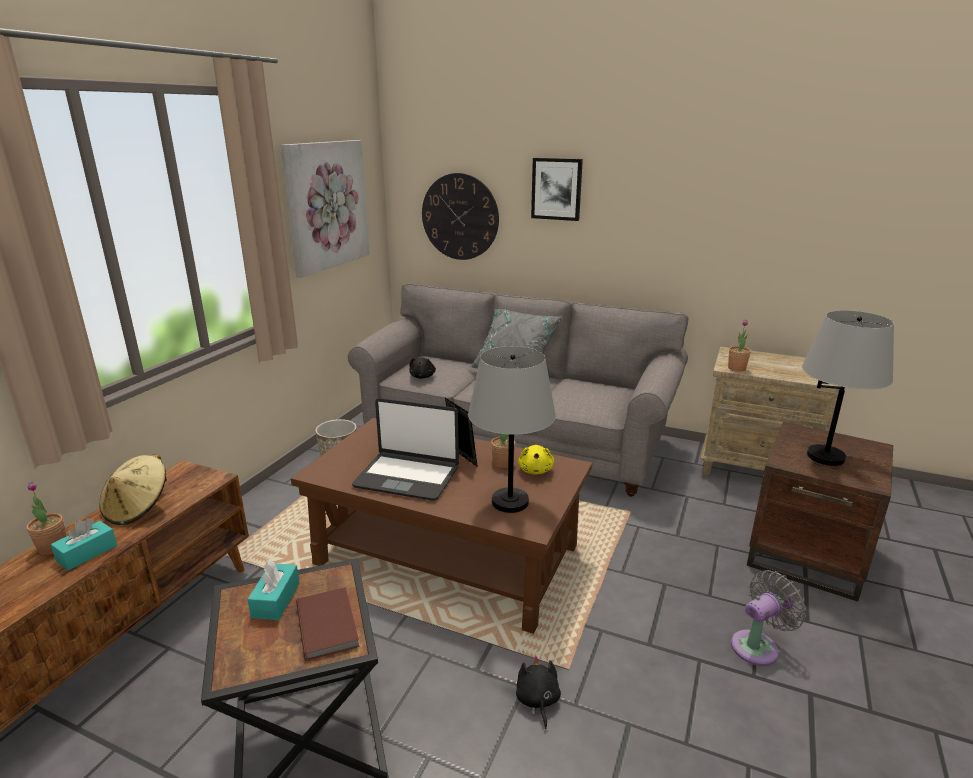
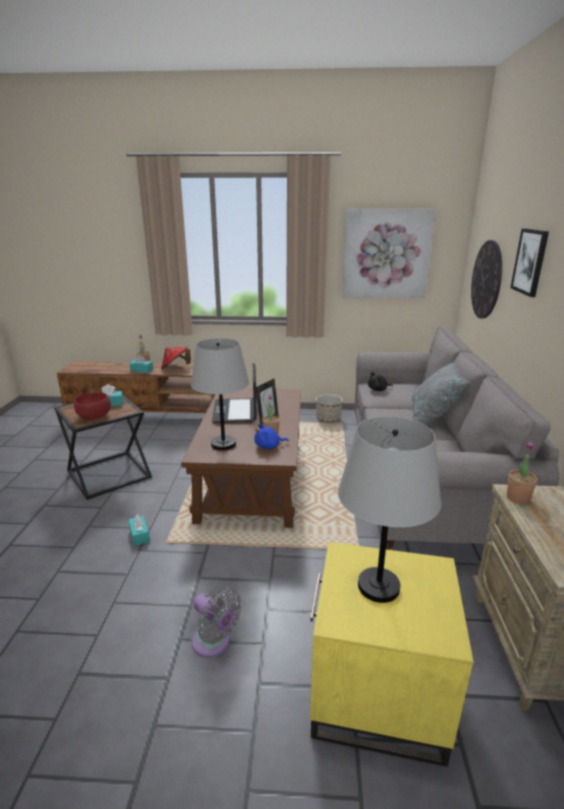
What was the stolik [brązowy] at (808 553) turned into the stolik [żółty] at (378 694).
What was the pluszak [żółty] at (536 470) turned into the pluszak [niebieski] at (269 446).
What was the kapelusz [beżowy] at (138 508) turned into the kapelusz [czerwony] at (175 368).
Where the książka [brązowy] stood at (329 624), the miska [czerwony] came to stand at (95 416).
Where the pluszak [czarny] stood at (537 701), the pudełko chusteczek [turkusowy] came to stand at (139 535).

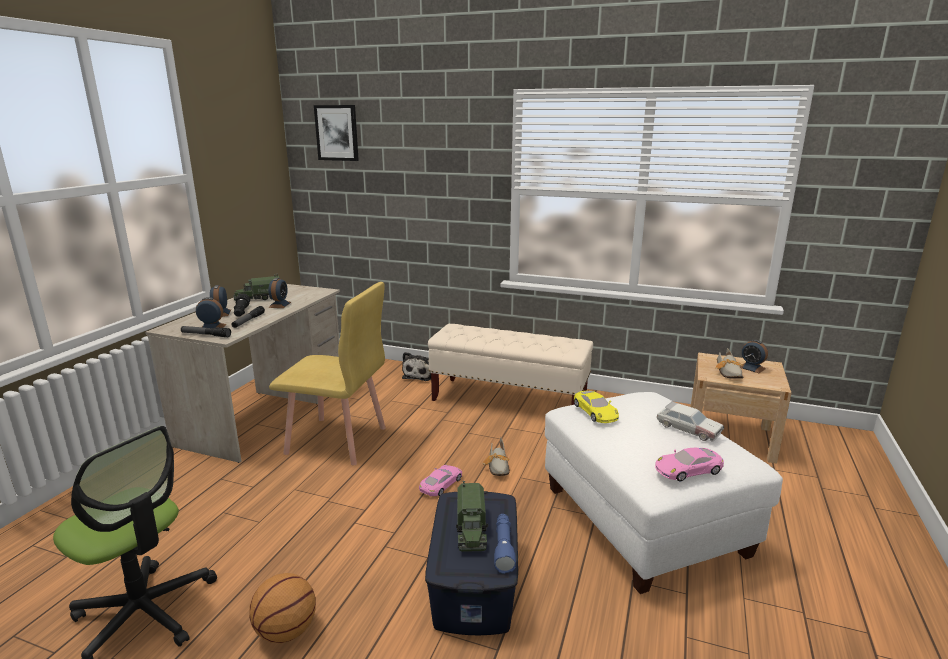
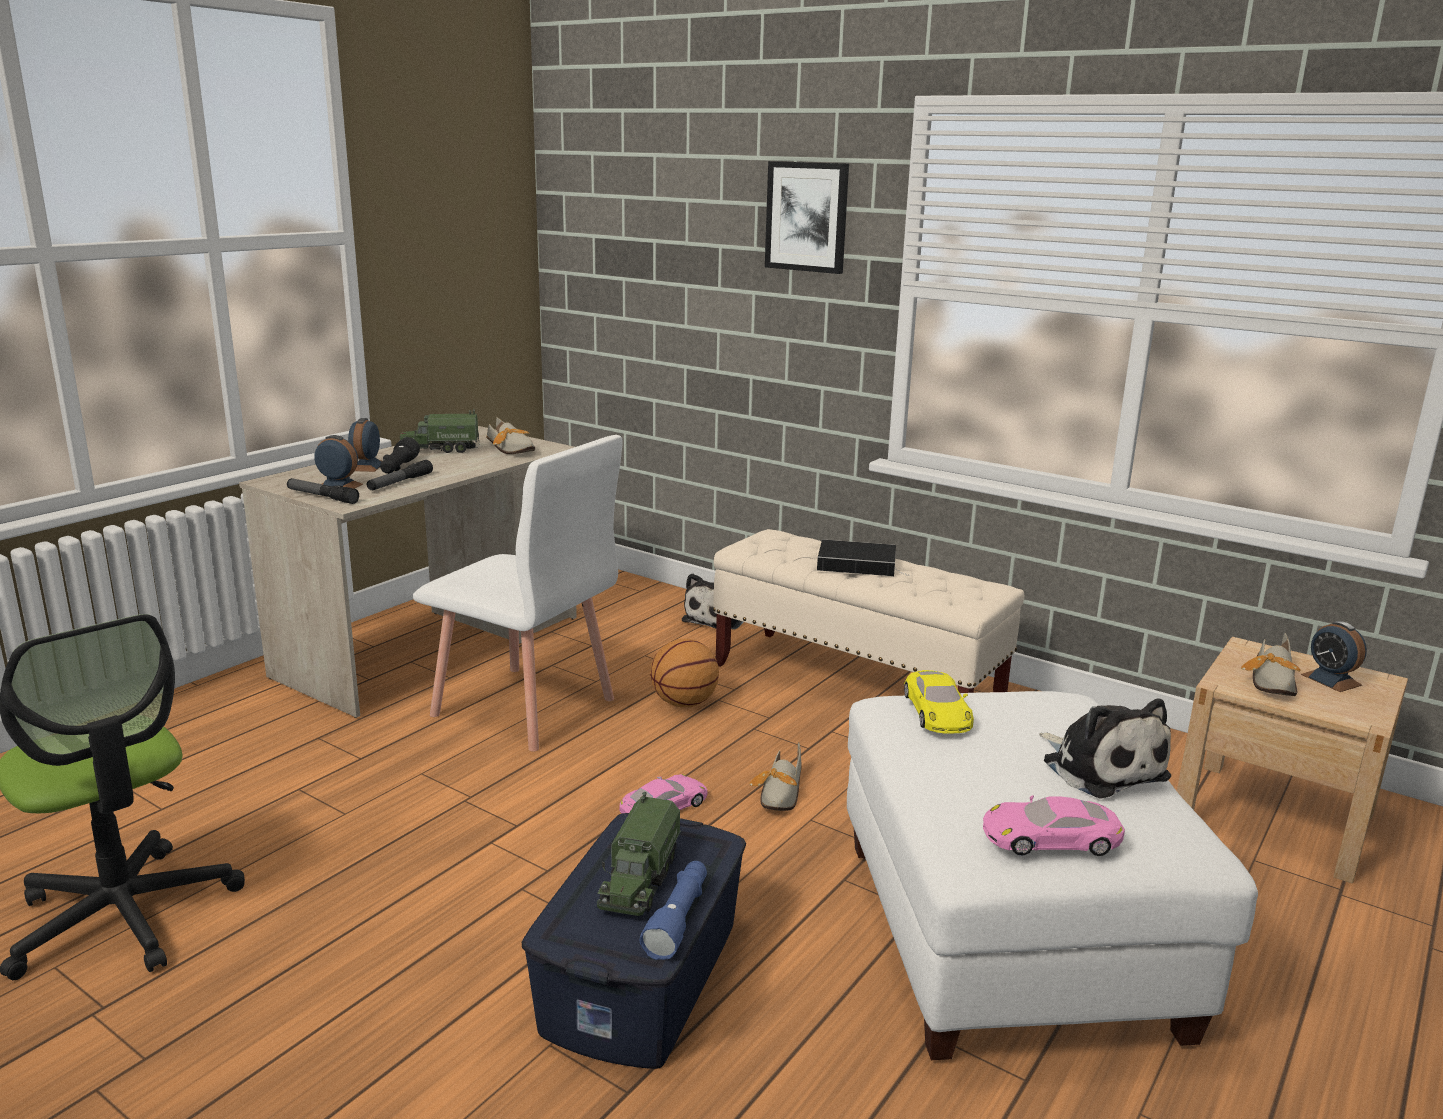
The obraz ended up elsewhere, having gone from (337 133) to (807 217).
The second view lost the budzik at (279 305).
What was the krzesło [żółty] at (337 441) turned into the krzesło [biały] at (524 708).
Where the samochodzik stood at (688 428), the pluszak came to stand at (1100 767).
The piłka do koszykówki ended up elsewhere, having gone from (286 631) to (684 703).
The second view gained the but at (512 449).
The second view gained the książka at (859 564).

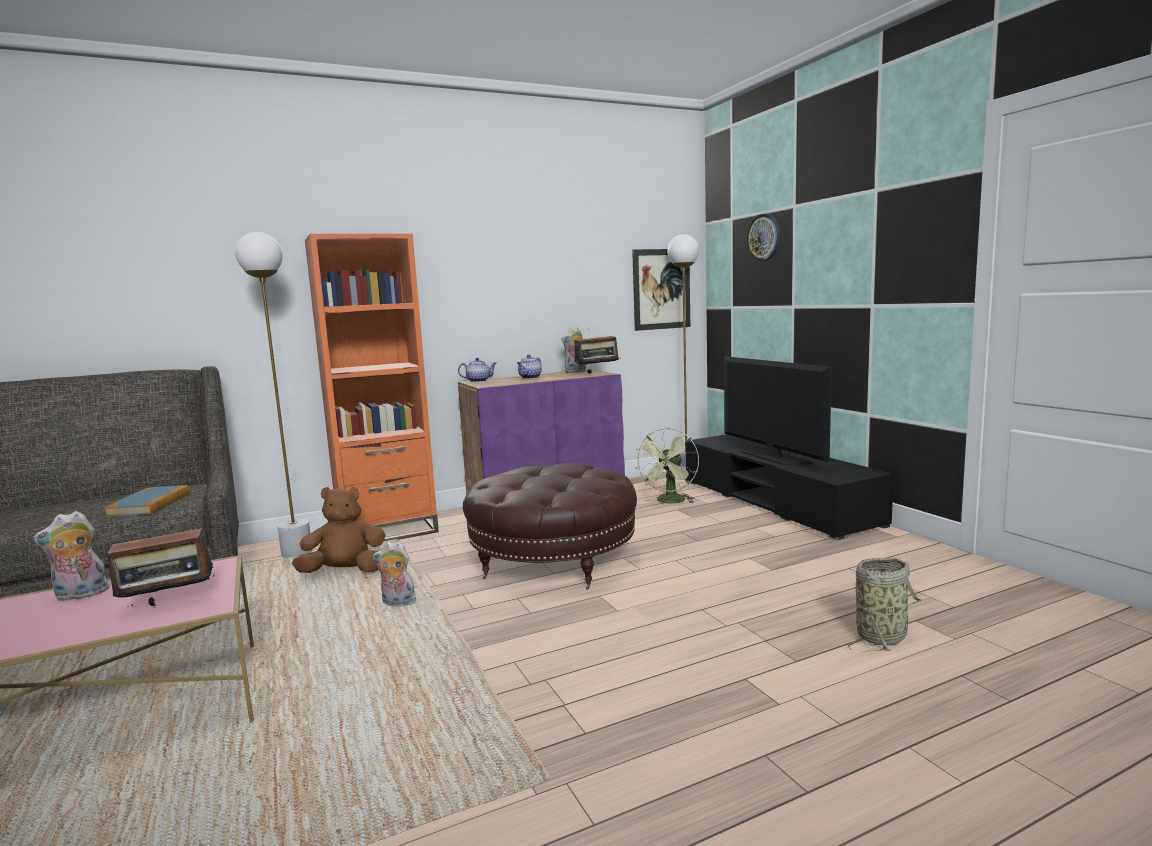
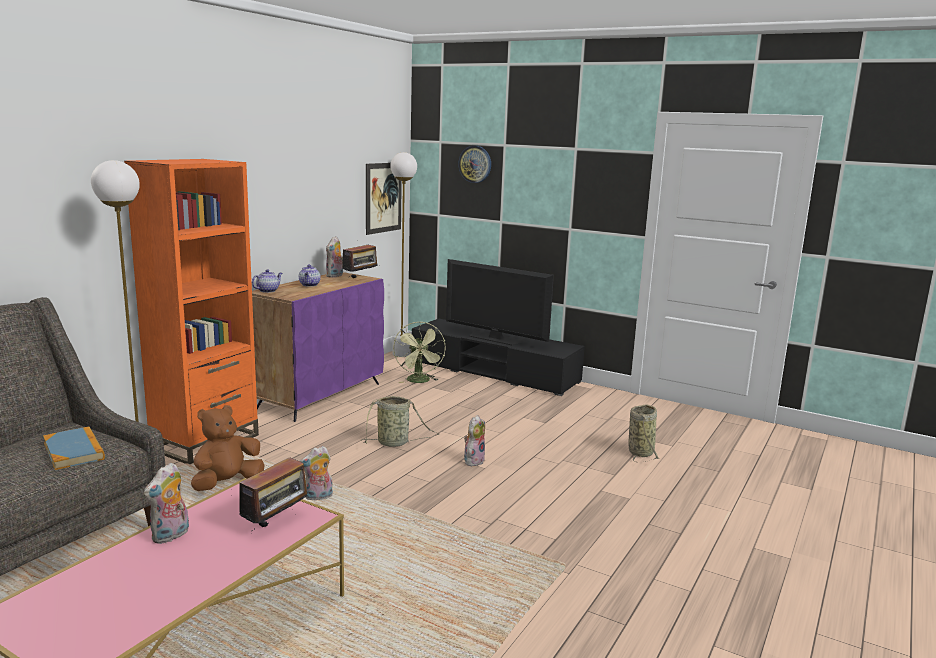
Where the pufa [brązowy] stood at (553 562), the koszyk came to stand at (395 443).
The second view gained the pluszak at (473 460).

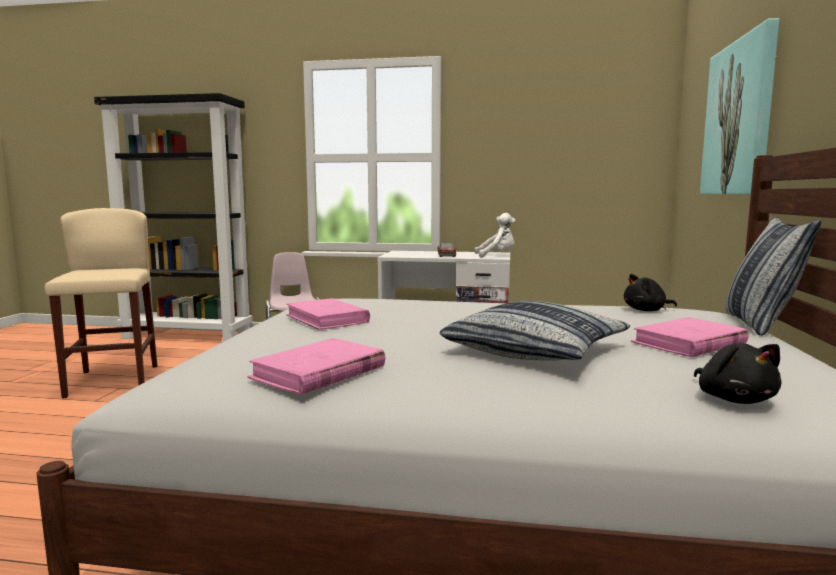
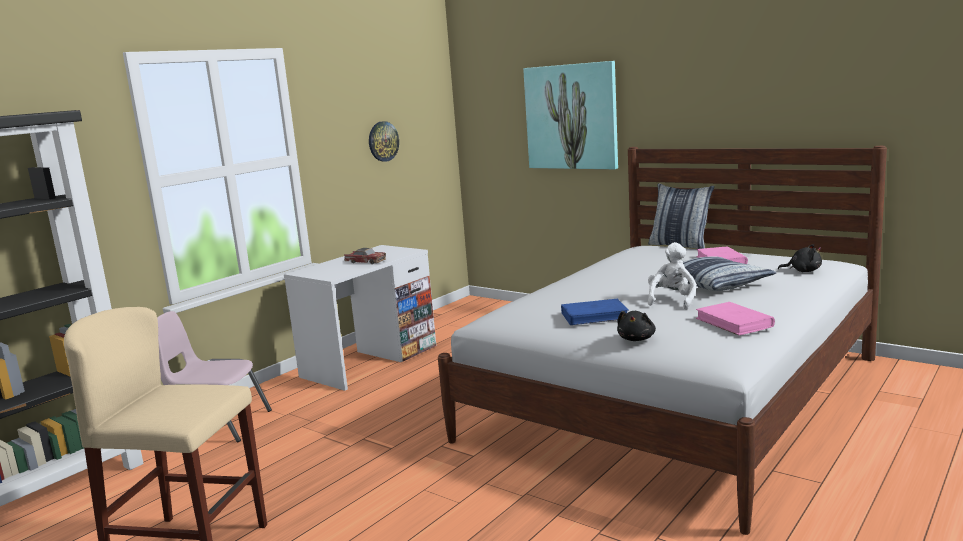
The pluszak [biały] ended up elsewhere, having gone from (497 256) to (672 301).
The pluszak [czarny] ended up elsewhere, having gone from (646 310) to (636 339).
What was the książka [różowy] at (327 319) turned into the książka [niebieski] at (595 316).
The second view gained the zegar ścienny at (383 141).

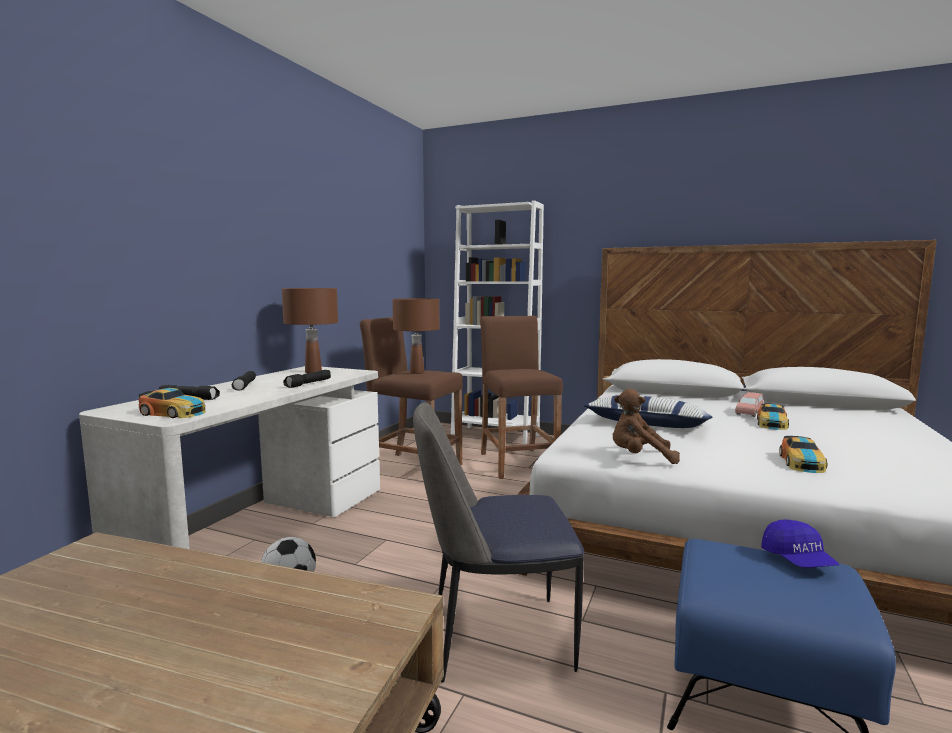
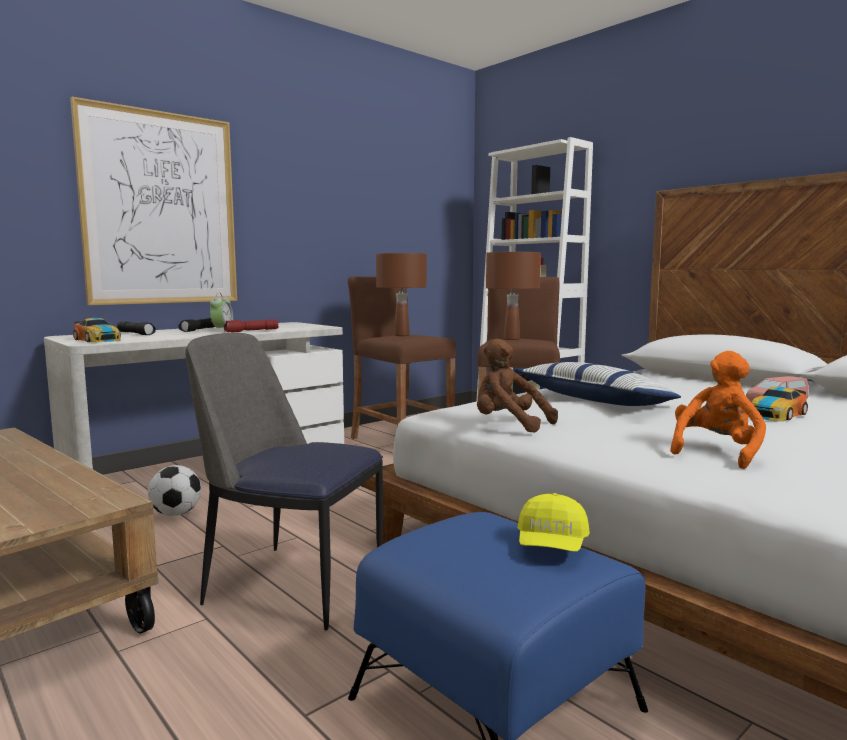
The lampa stołowa [brązowy] ended up elsewhere, having gone from (313 372) to (511 339).
What was the latarka [czarny] at (308 384) turned into the latarka [czerwony] at (251 331).
Where the samochodzik stood at (802 463), the pluszak [pomarańczowy] came to stand at (716 452).
What was the czapka z daszkiem [niebieski] at (798 561) turned into the czapka z daszkiem [żółty] at (551 545).
The second view gained the obraz at (160 209).
The second view gained the budzik at (222 330).

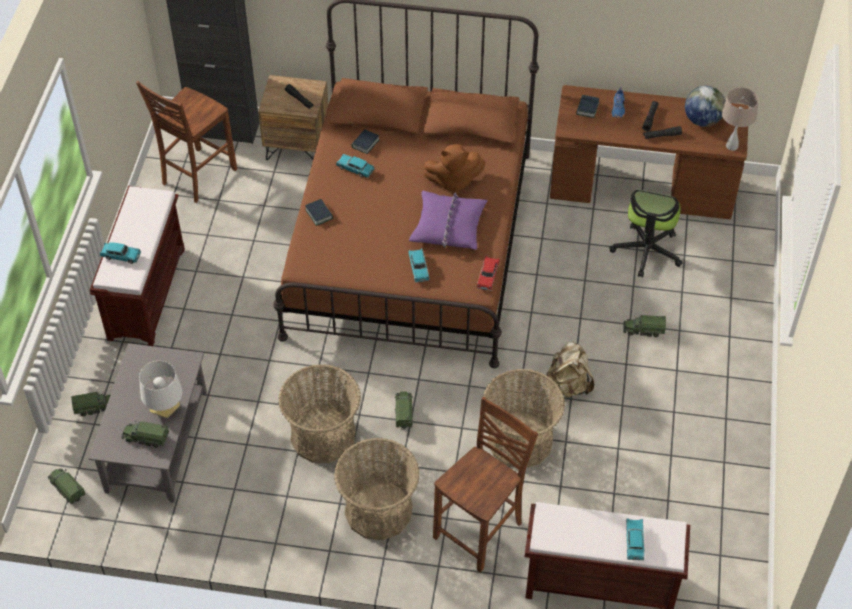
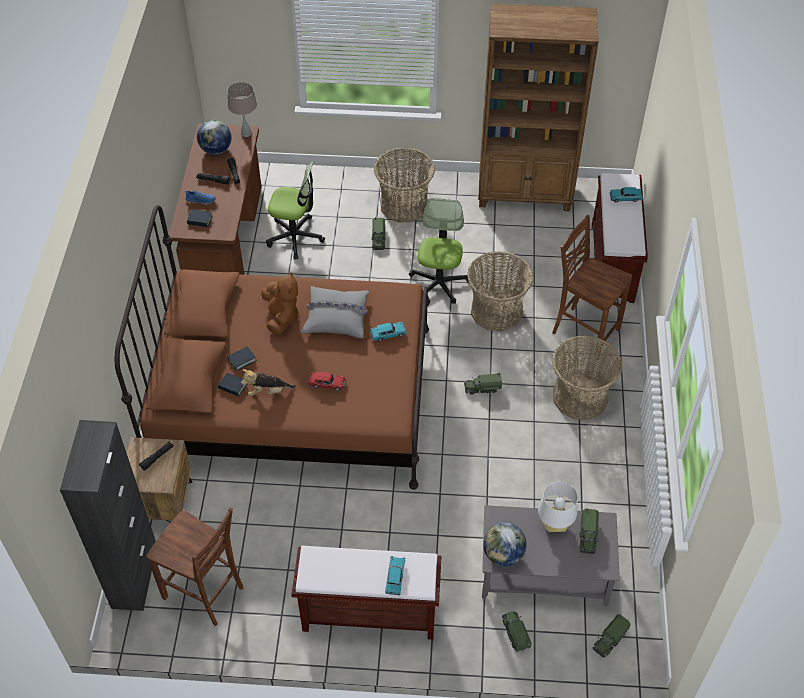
Where the samochodzik [turkusowy] stood at (355 169), the pluszak came to stand at (268 391).
What was the poduszka [fioletowy] at (448 226) turned into the poduszka [szary] at (336 317).
The książka ended up elsewhere, having gone from (319 214) to (242 360).
The samochodzik [czerwony] ended up elsewhere, having gone from (488 277) to (327 384).
Where the plecak [beżowy] stood at (568 385), the krzesło biurowe came to stand at (439 283).
The koszyk ended up elsewhere, having gone from (323 435) to (404 205).
The second view gained the regał [brązowy] at (525 194).
The second view gained the globus at (503 555).

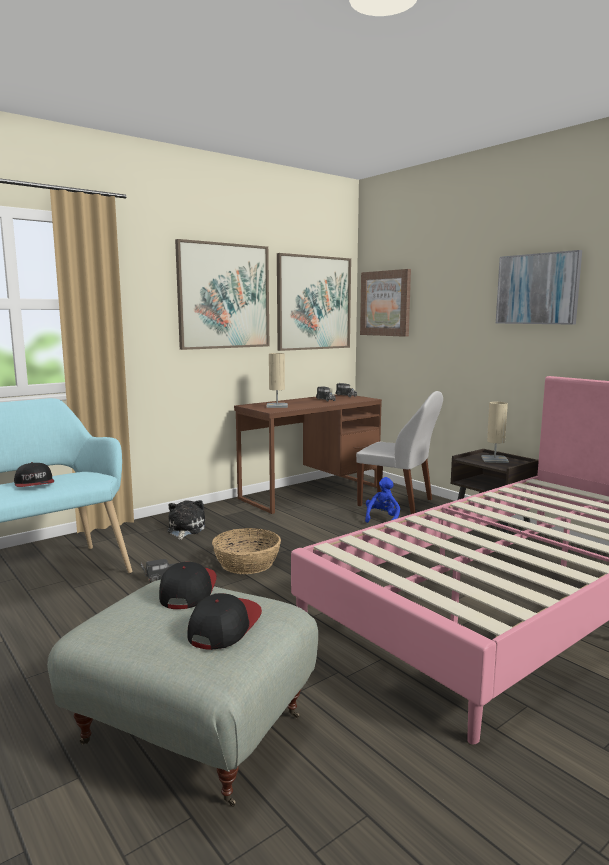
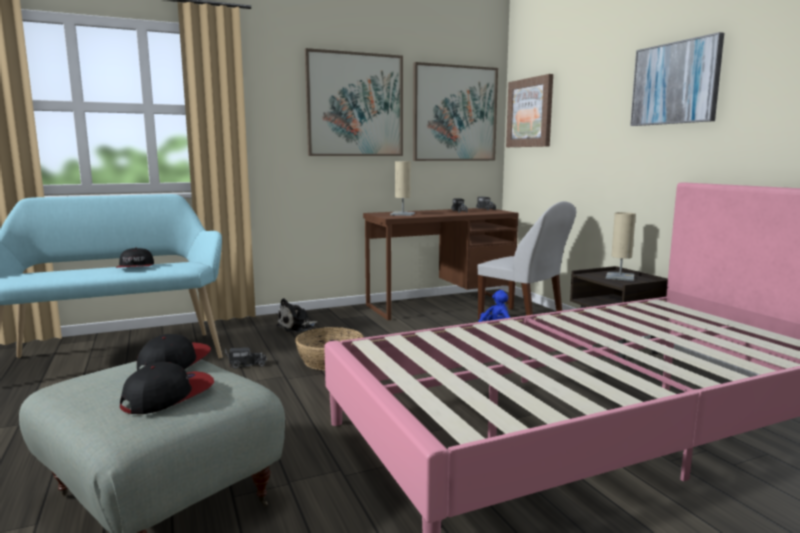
The pluszak at (185 529) ended up facing another way, 150 degrees counterclockwise from before.

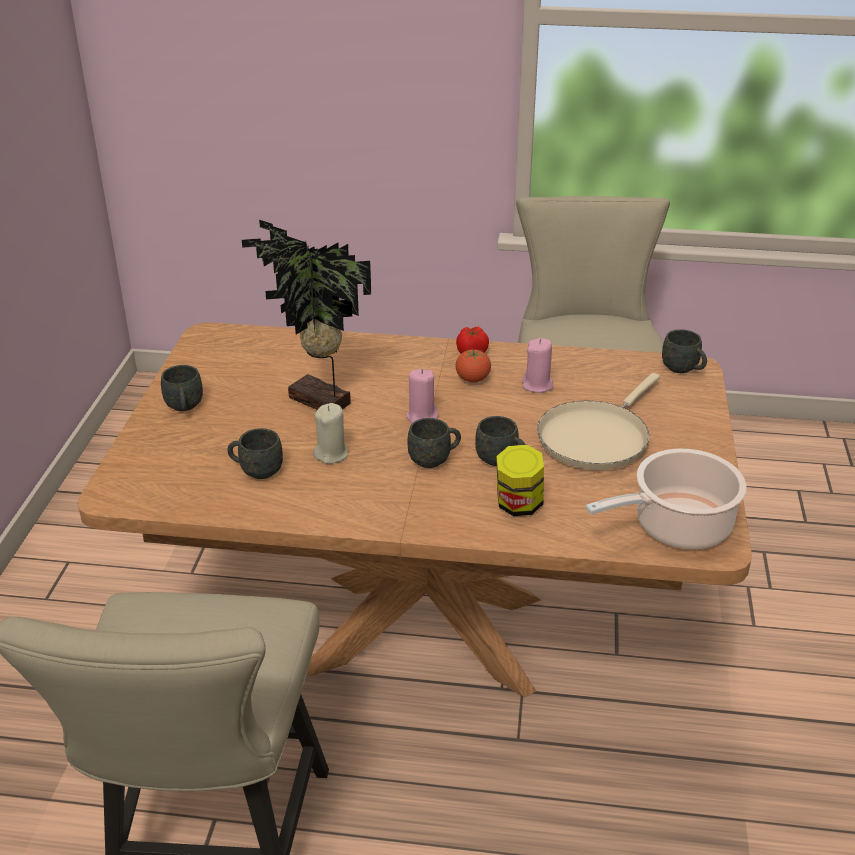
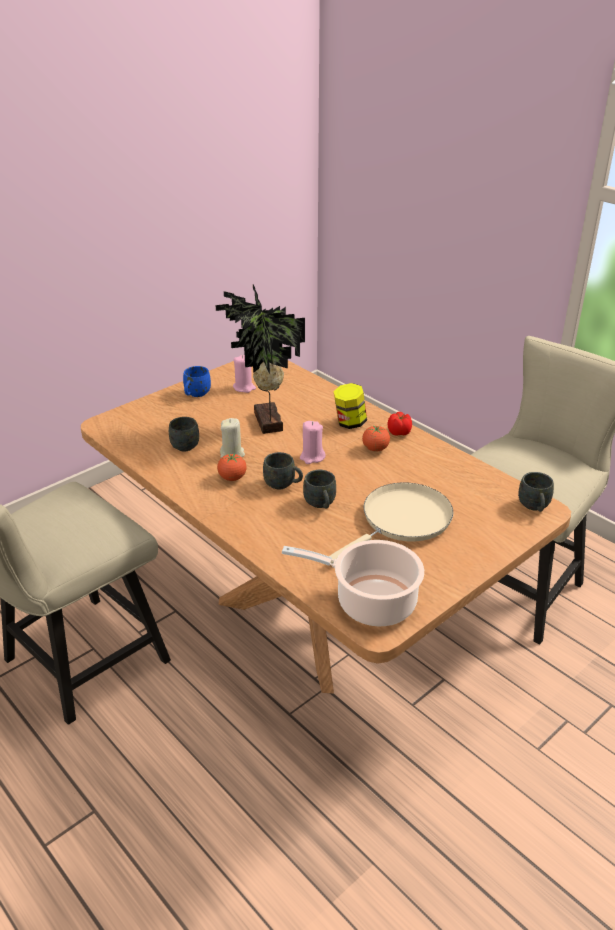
The świeca [różowy] ended up elsewhere, having gone from (537 385) to (244 388).
What was the kubek [szary] at (184 408) turned into the kubek [niebieski] at (195 395).
The patelnia [beżowy] at (596 437) ended up facing another way, 150 degrees clockwise from before.
The słoik ended up elsewhere, having gone from (518 505) to (349 423).
The second view gained the pomidor at (232 478).

